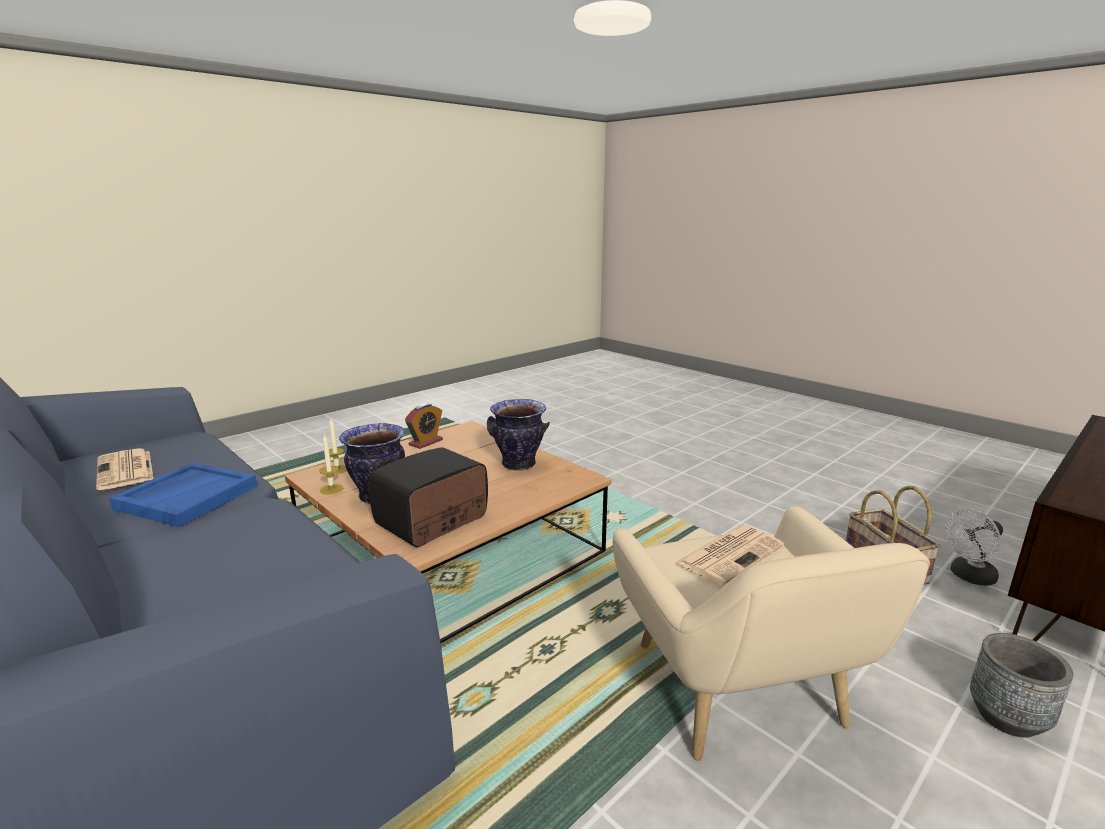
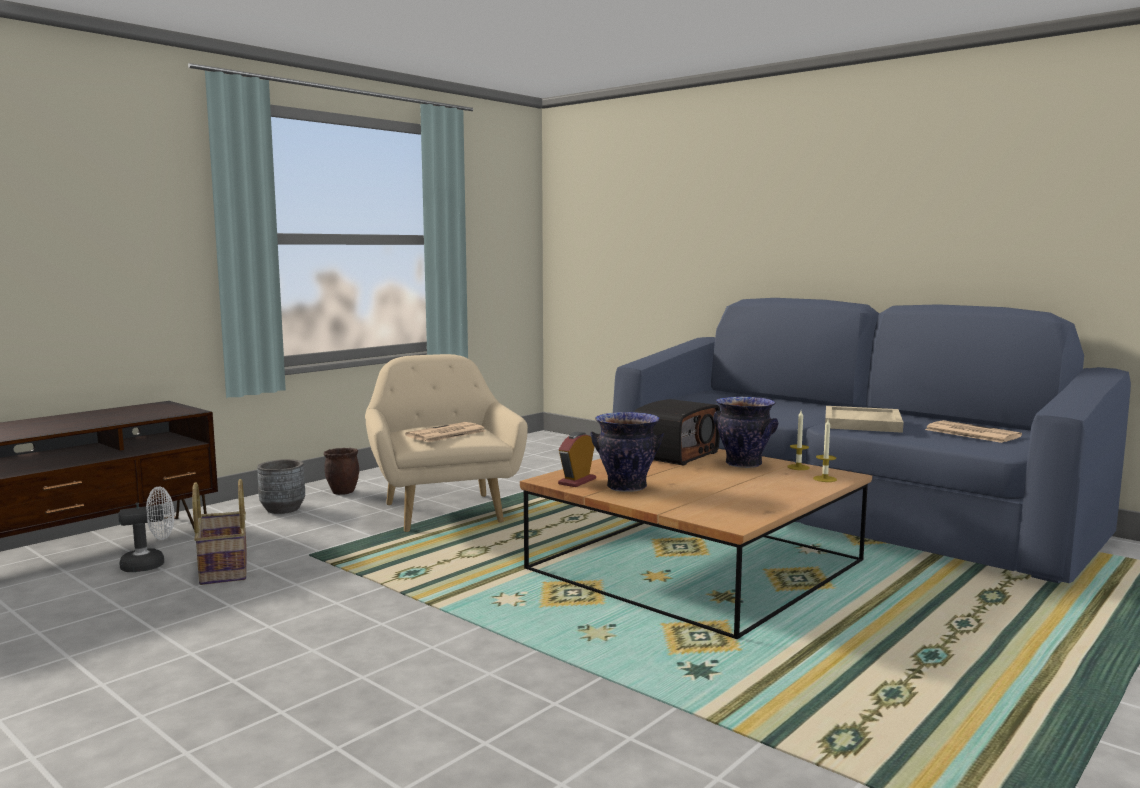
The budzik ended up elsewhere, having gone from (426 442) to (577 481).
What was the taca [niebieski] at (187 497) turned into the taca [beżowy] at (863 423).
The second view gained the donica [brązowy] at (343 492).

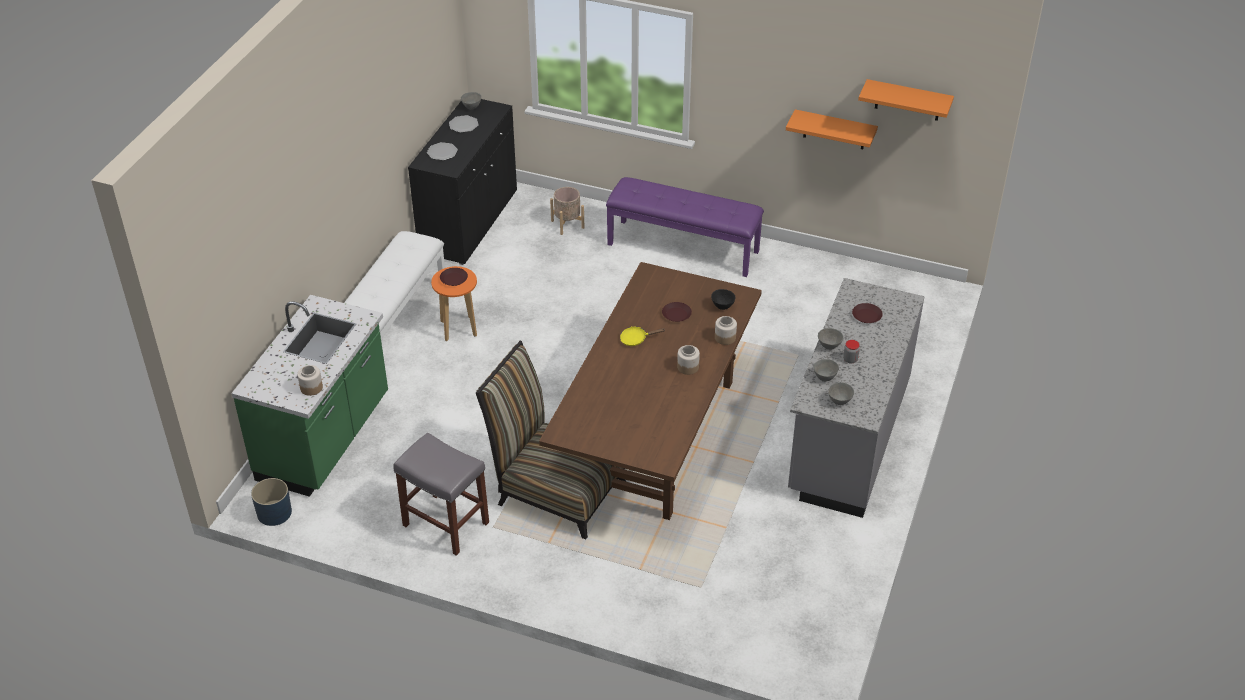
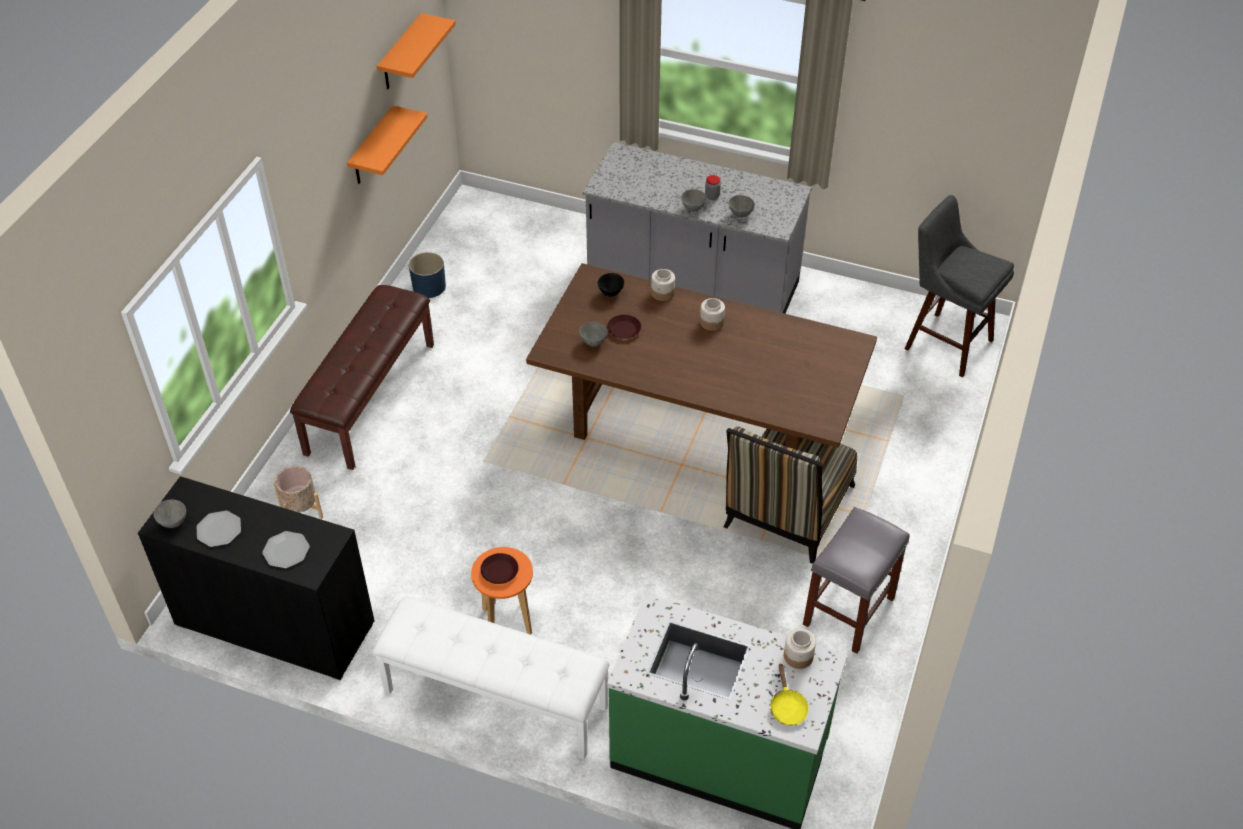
What was the ławka [fioletowy] at (683 247) turned into the ławka [brązowy] at (370 397).
The second view lost the talerz [brązowy] at (866 316).
The patelnia [żółty] ended up elsewhere, having gone from (636 339) to (787 707).
The miska [szary] ended up elsewhere, having gone from (839 402) to (594 342).
The donica [niebieski] ended up elsewhere, having gone from (274 513) to (429 287).
The second view gained the stołek [szary] at (944 342).

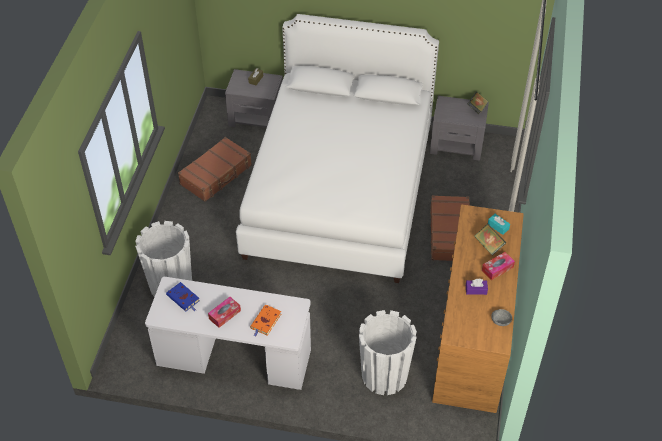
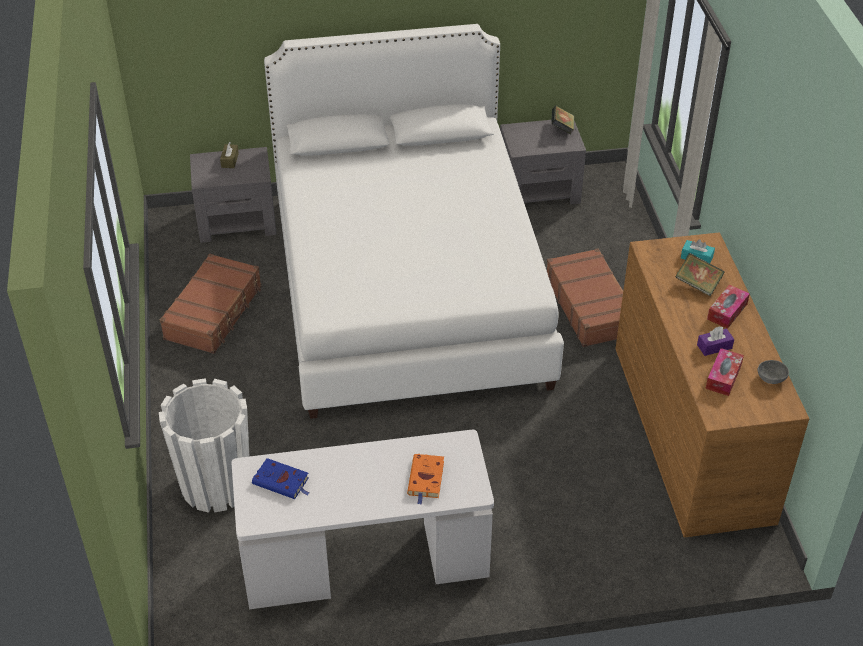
The pudełko chusteczek ended up elsewhere, having gone from (224 315) to (723 377).
The second view lost the donica [biały] at (384 375).

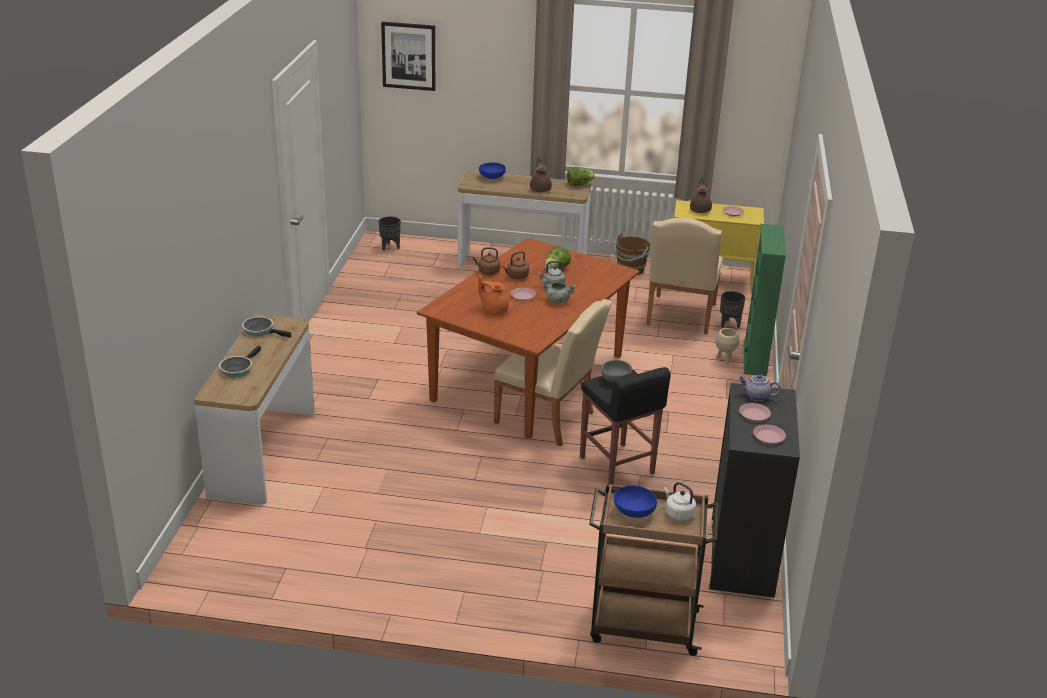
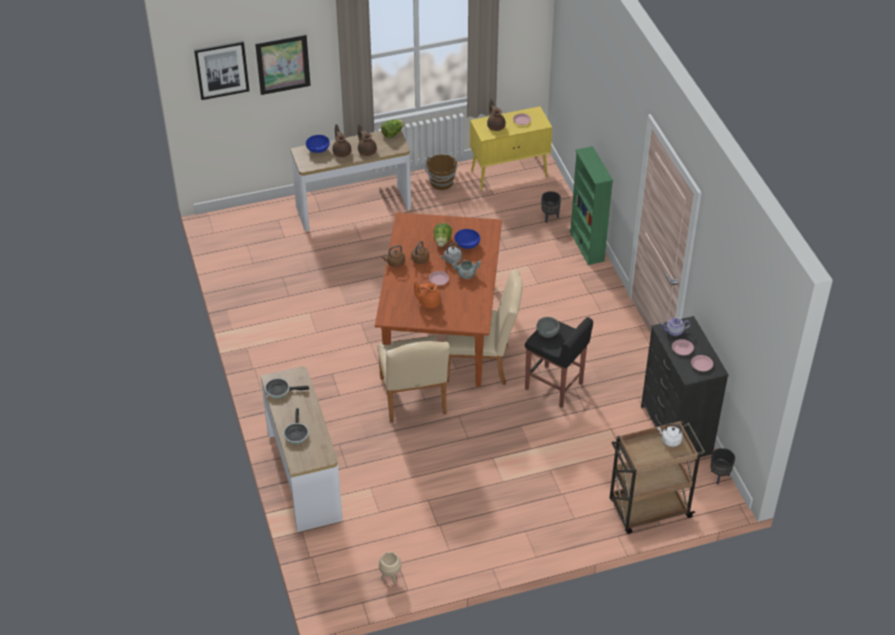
The donica [czarny] ended up elsewhere, having gone from (390 247) to (719 476).
The krzesło [beżowy] ended up elsewhere, having gone from (680 317) to (413 399).
The donica [beżowy] ended up elsewhere, having gone from (724 360) to (390 577).
The miska [niebieski] ended up elsewhere, having gone from (633 512) to (467 245).
The second view gained the obraz at (283 64).
The second view gained the imbryk [brązowy] at (341 152).

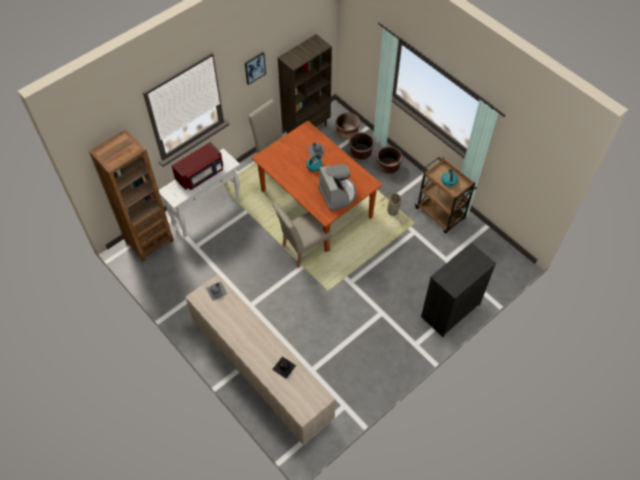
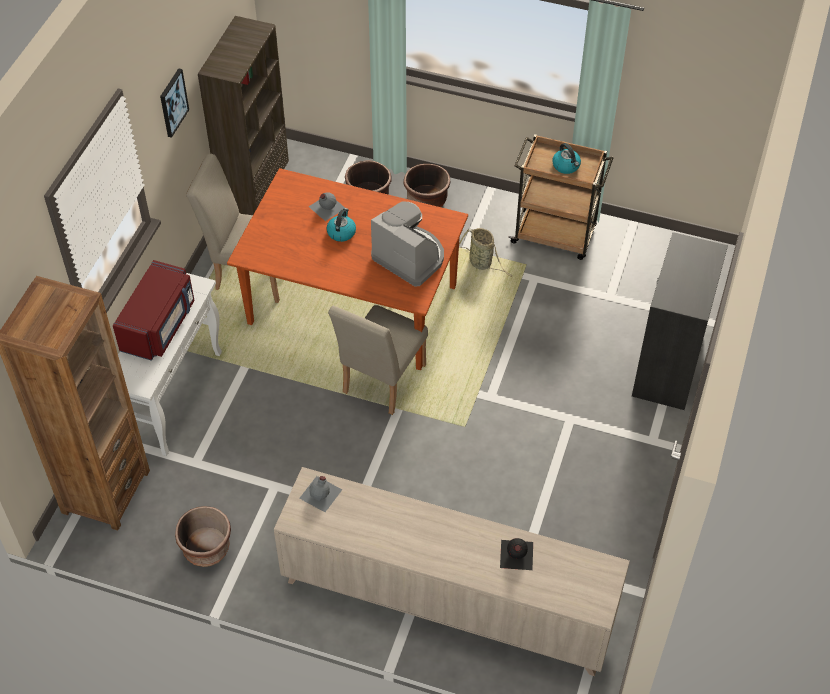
The donica [brązowy] ended up elsewhere, having gone from (347 132) to (206 548).

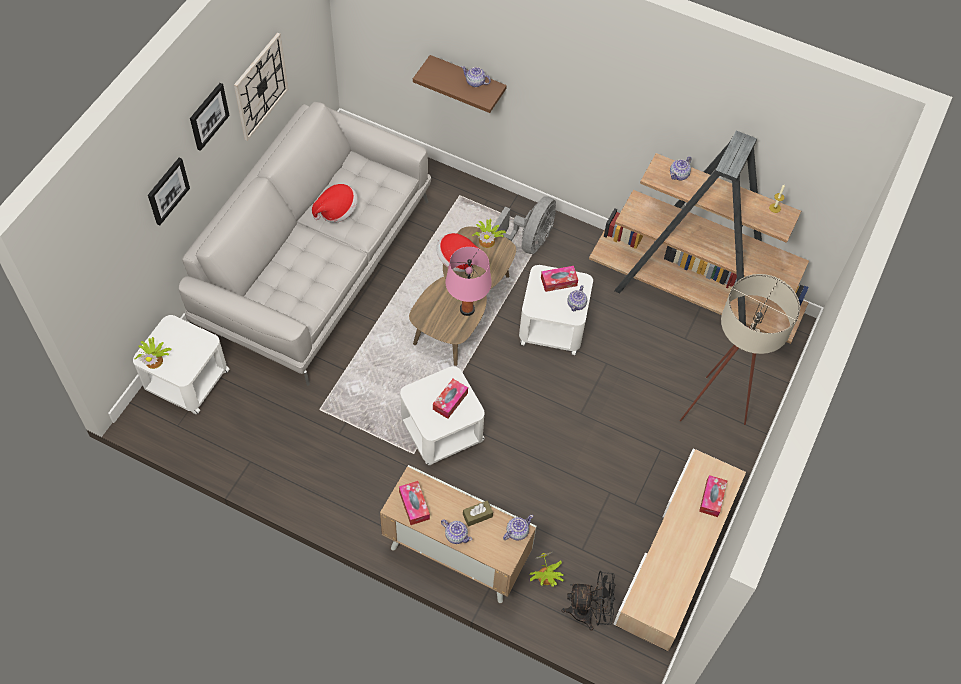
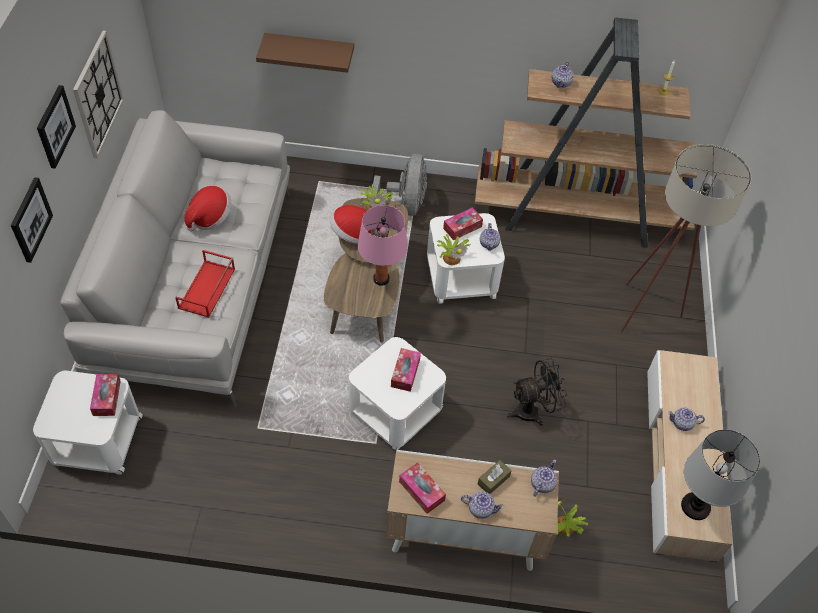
The imbryk ended up elsewhere, having gone from (475 82) to (682 423).
The roślina doniczkowa ended up elsewhere, having gone from (155 360) to (451 257).
The pudełko chusteczek ended up elsewhere, having gone from (712 498) to (107 398).
The wentylator [czarny] ended up elsewhere, having gone from (588 612) to (533 411).
The second view gained the taca [czerwony] at (207 289).
The second view gained the lampa stołowa at (695 506).

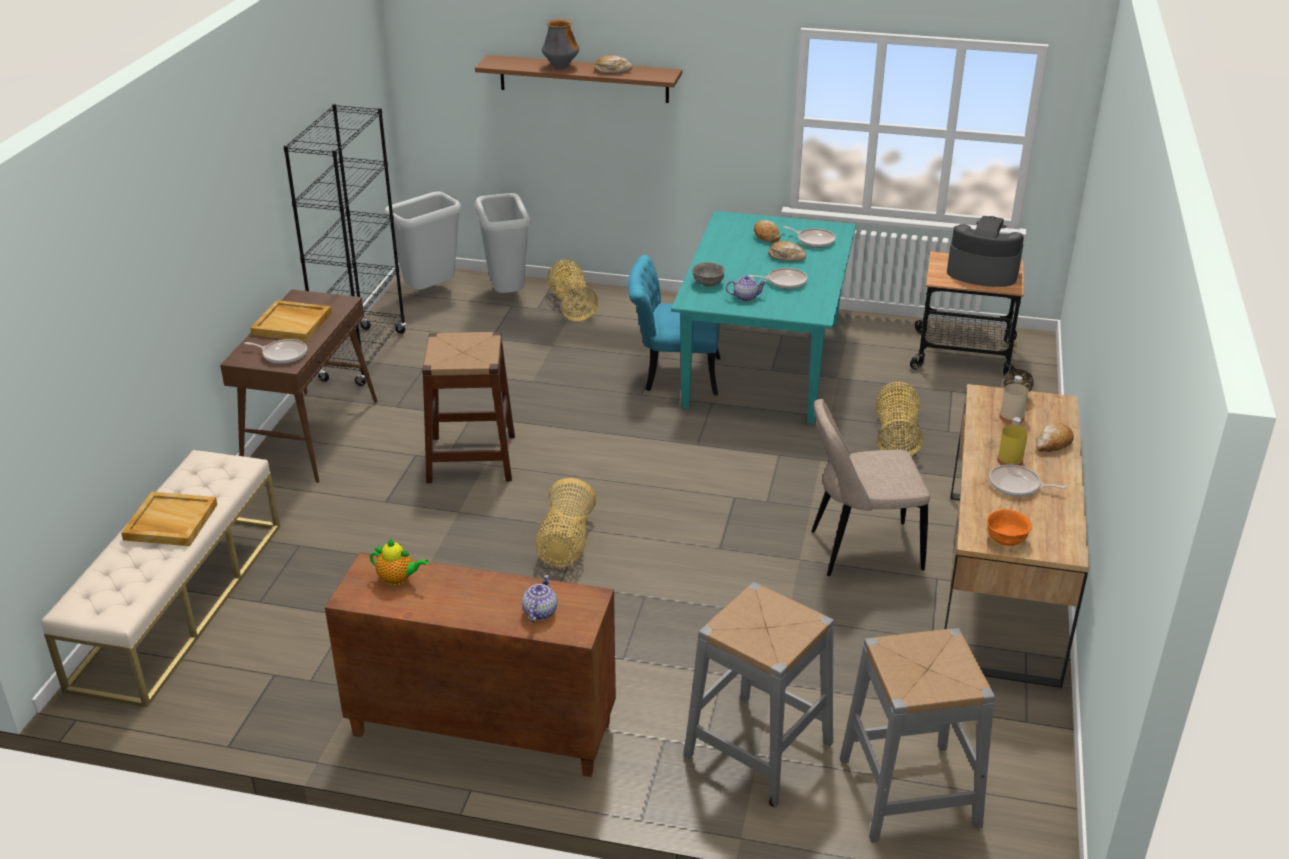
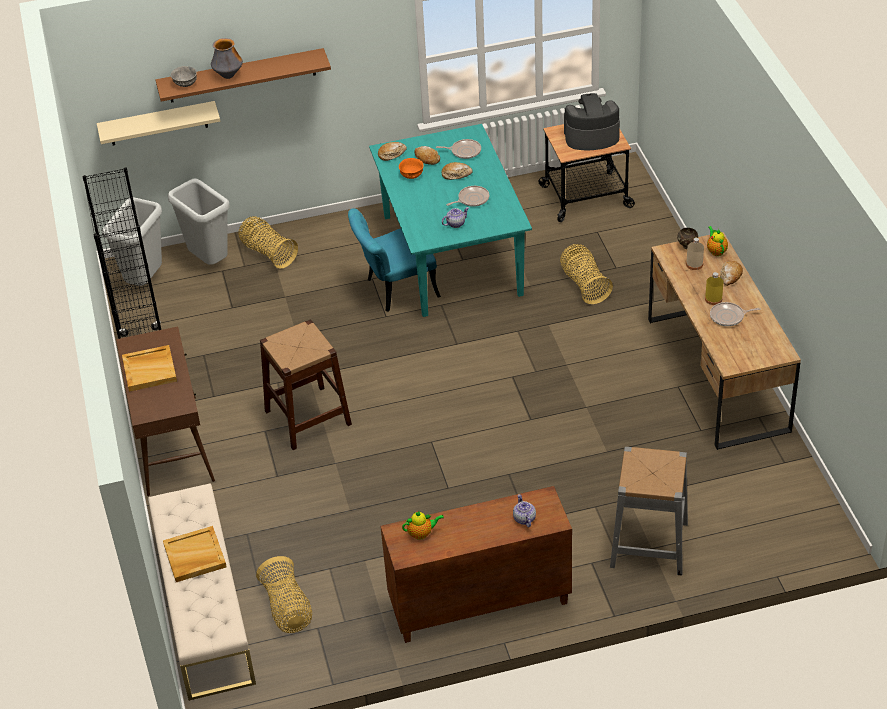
The chleb ended up elsewhere, having gone from (612 71) to (392 154).
The miska [szary] ended up elsewhere, having gone from (708 283) to (185 83).
The second view lost the patelnia at (283 354).
The second view lost the krzesło [beżowy] at (860 550).
The koszyk ended up elsewhere, having gone from (565 544) to (287 608).
The miska [pomarańczowy] ended up elsewhere, having gone from (1006 539) to (412 175).
The second view lost the stołek [szary] at (909 792).
The second view gained the półka [beżowy] at (158 123).
The second view gained the imbryk at (716 251).

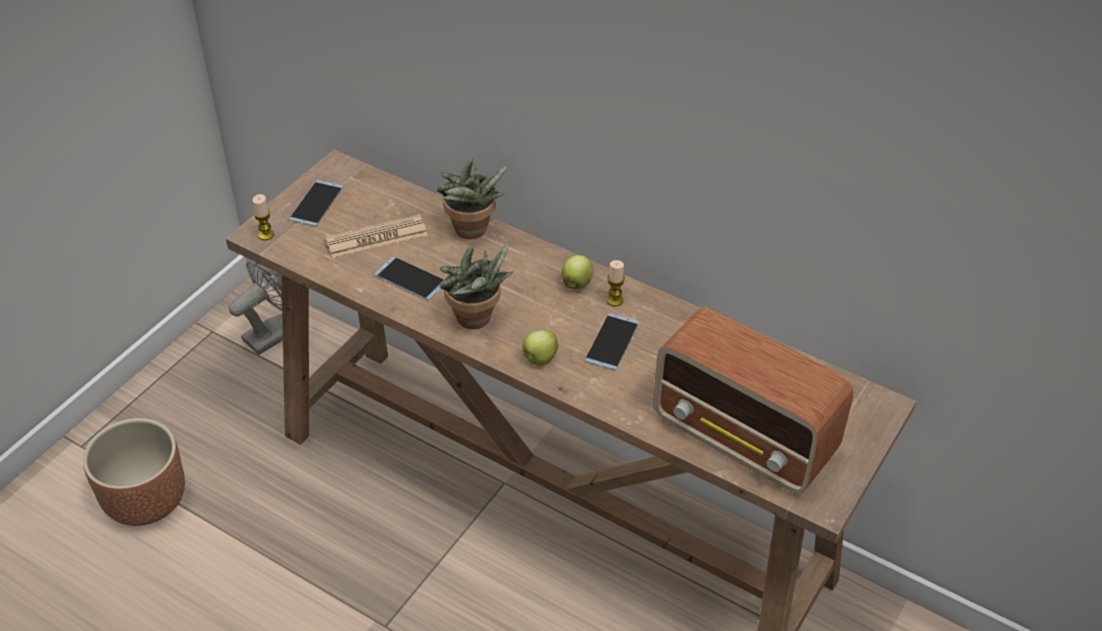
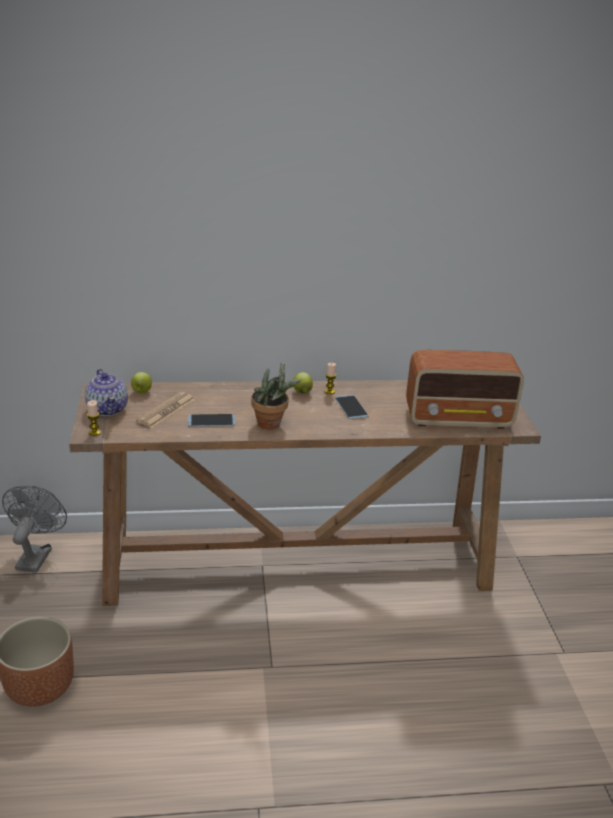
The second view lost the roślina doniczkowa at (471 232).
Where the telefon stood at (316 204), the imbryk came to stand at (108 409).
The jabłko ended up elsewhere, having gone from (539 359) to (142 391).

